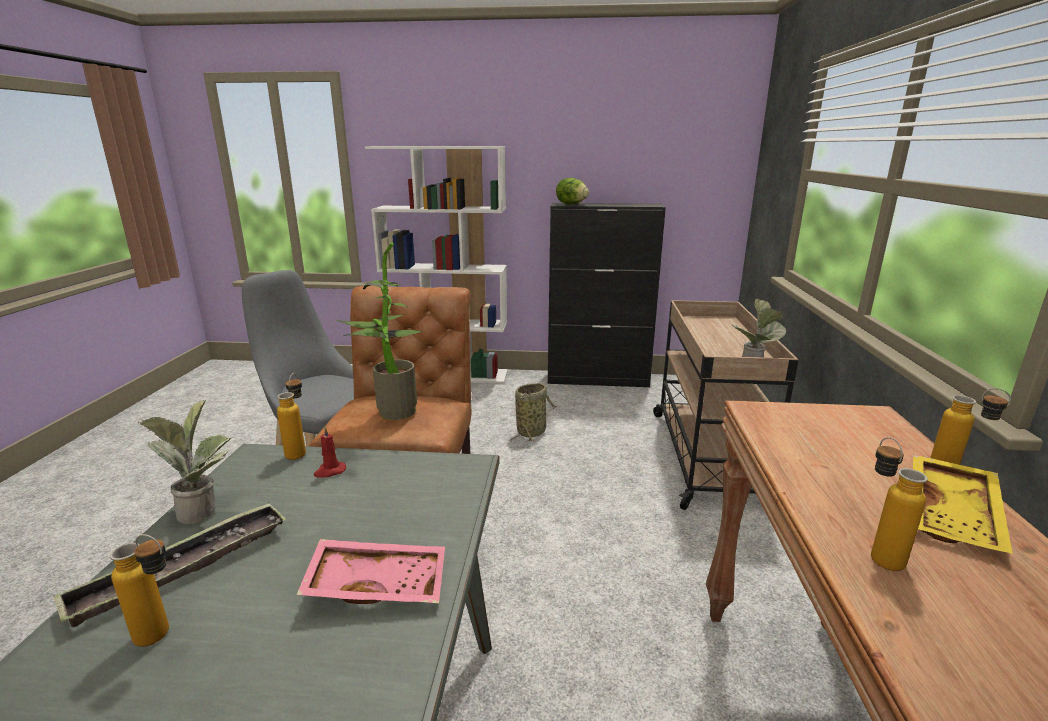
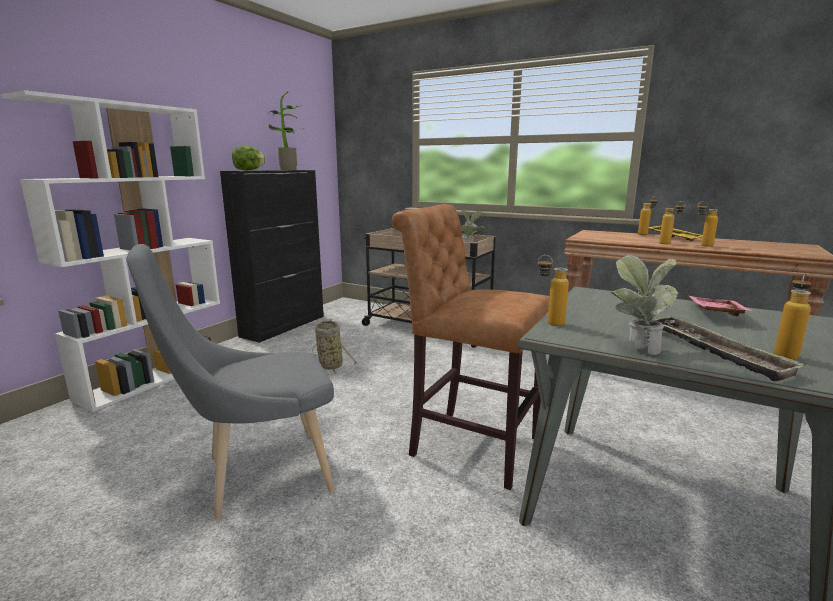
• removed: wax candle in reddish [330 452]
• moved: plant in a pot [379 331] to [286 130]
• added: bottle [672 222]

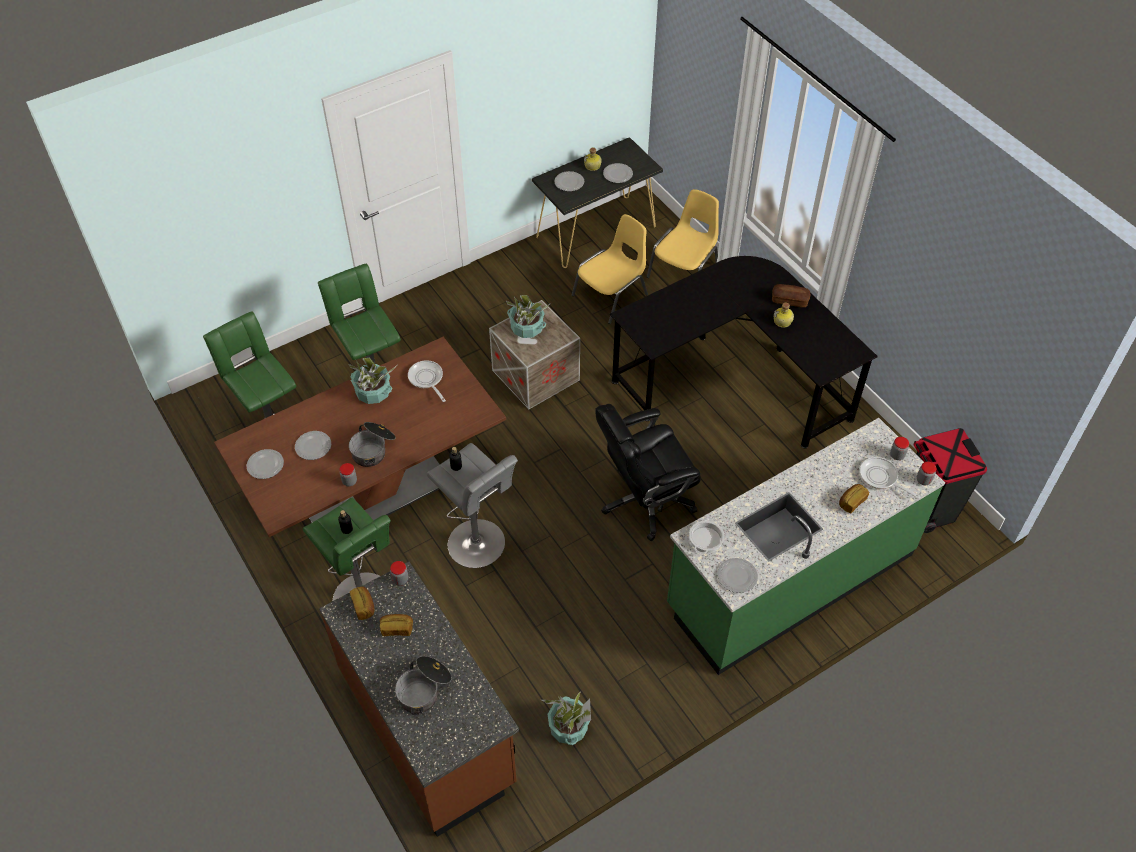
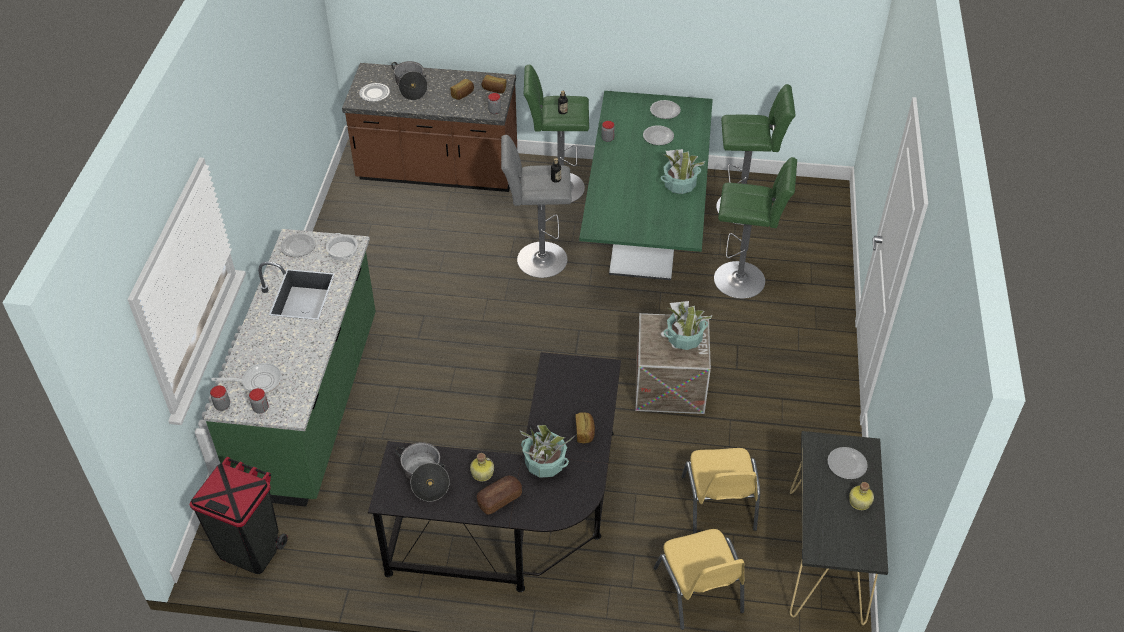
• recoloured: kitchen table in brownish [360 437] to kitchen table in green-coloured [646 185]
• moved: cooking pot [372 444] to [423 472]
• removed: skillet [427 381]
• moved: plant in a pot [566 718] to [546 451]
• removed: office chair in blackish [648 472]
• moved: plate [618 173] to [374 92]
• moved: baked bread [854 499] to [585 427]

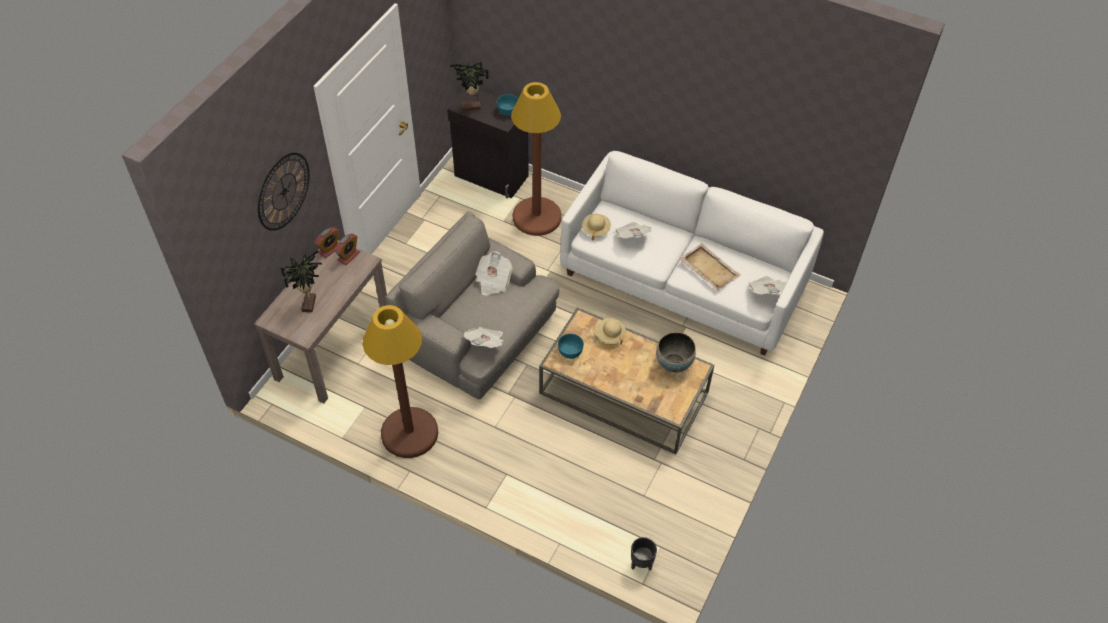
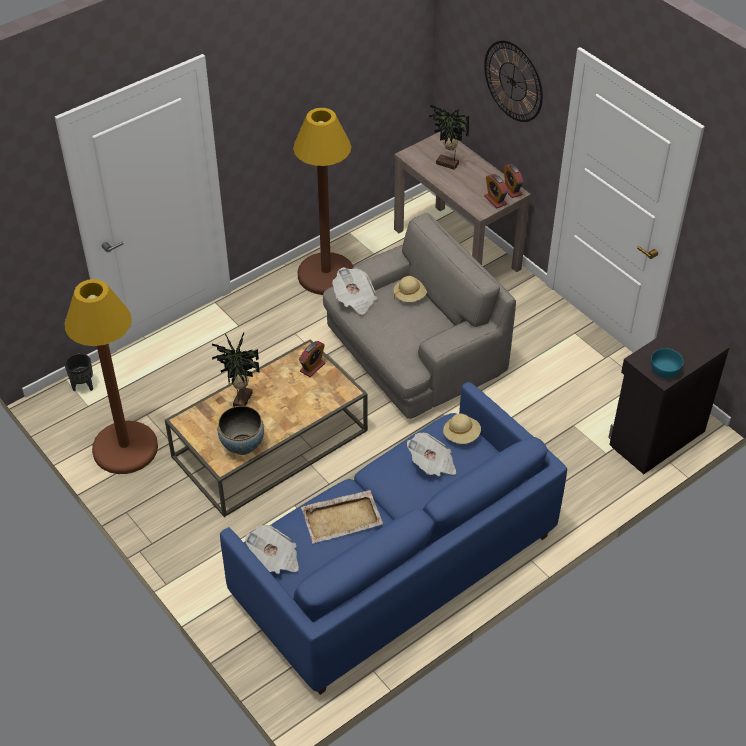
• moved: plant in a pot [469 85] to [236 370]
• removed: daily paper [494 273]
• moved: standard lamp in brownish [536 159] to [111 376]
• replaced: bowl in turquoise [571 346] to bedside clock [312 359]
• recoloured: settee in whitish [692 253] to settee in bluish [393 538]
• moved: clothing hat in sand-coloured [610 331] to [410 289]

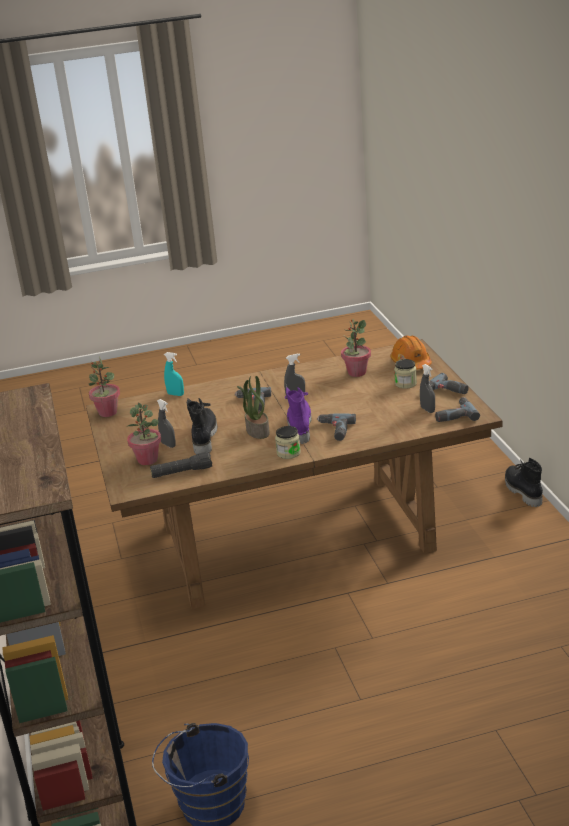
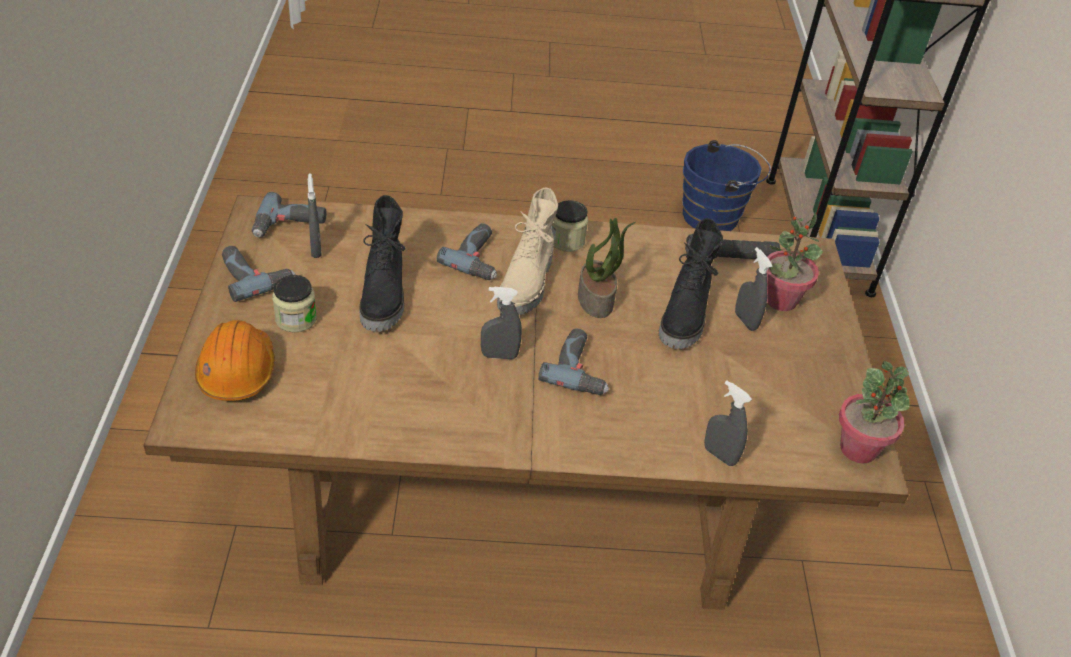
• recoloured: sprayer in turquoise [174 374] to sprayer in gray [728 423]
• recoloured: boot in purplish [298 415] to boot in sand-coloured [527 251]
• removed: plant in a pot [356 348]
• moved: boot in blackish [524 482] to [382 263]

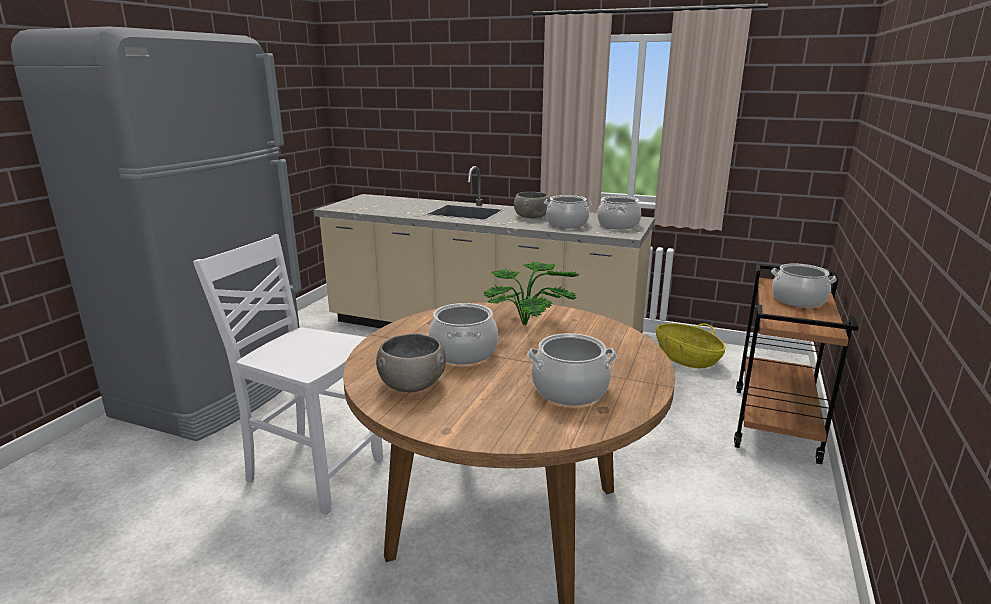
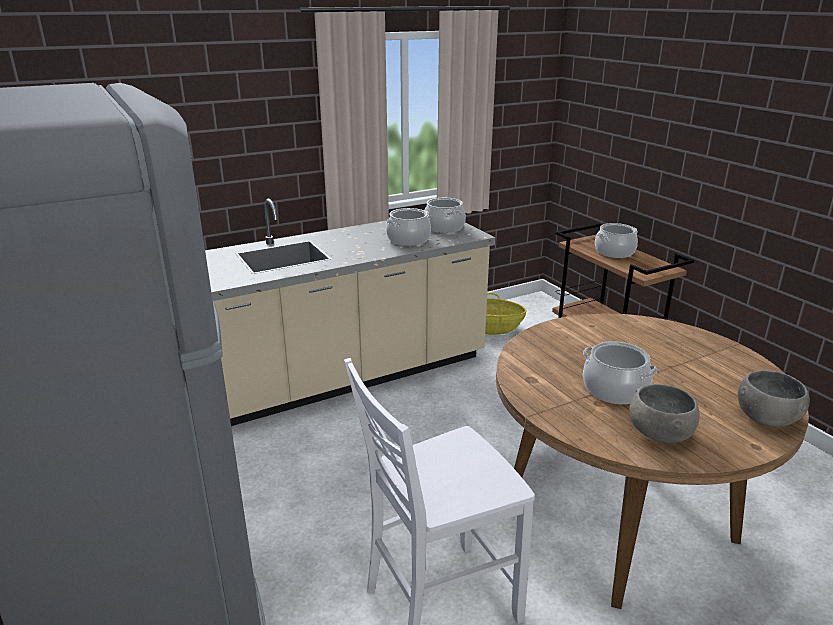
• removed: plant in a pot [531 293]
• moved: bowl in gray [532 205] to [774 398]
• removed: cooking pot [572 369]

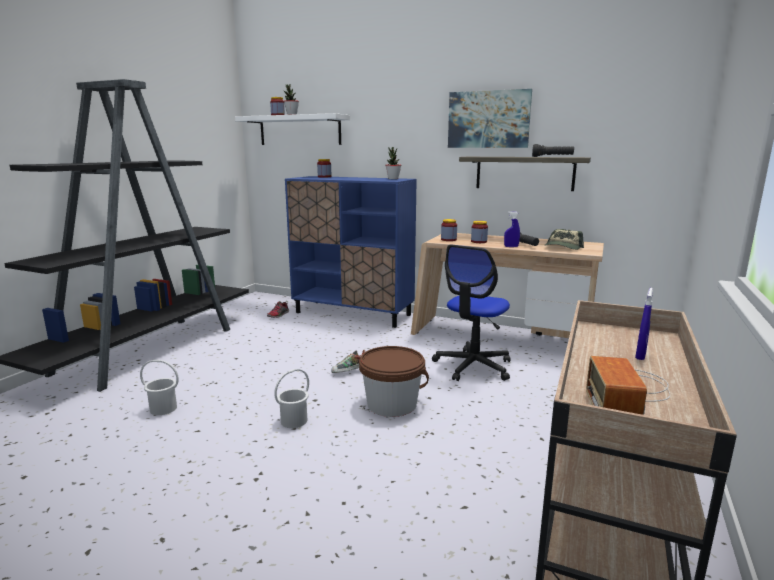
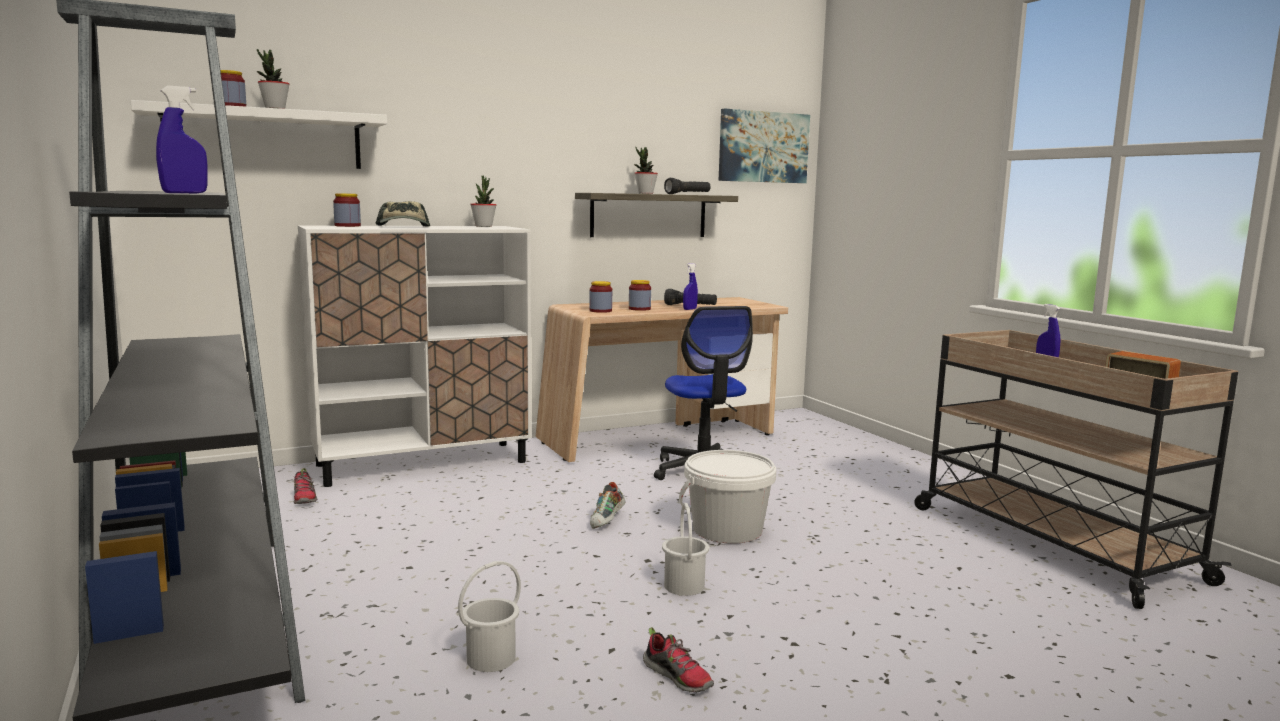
• recoloured: cabinet in bluish [351 252] to cabinet in whitish [414 356]
• recoloured: bucket in brownish [394 381] to bucket in whitish [727 497]
• moved: wall picture [490 118] to [764 145]
• moved: baseball cap [564 239] to [403 214]
• added: sprayer in bluish [182 139]
• added: plant in a pot [646 170]
• added: shoe [678 660]

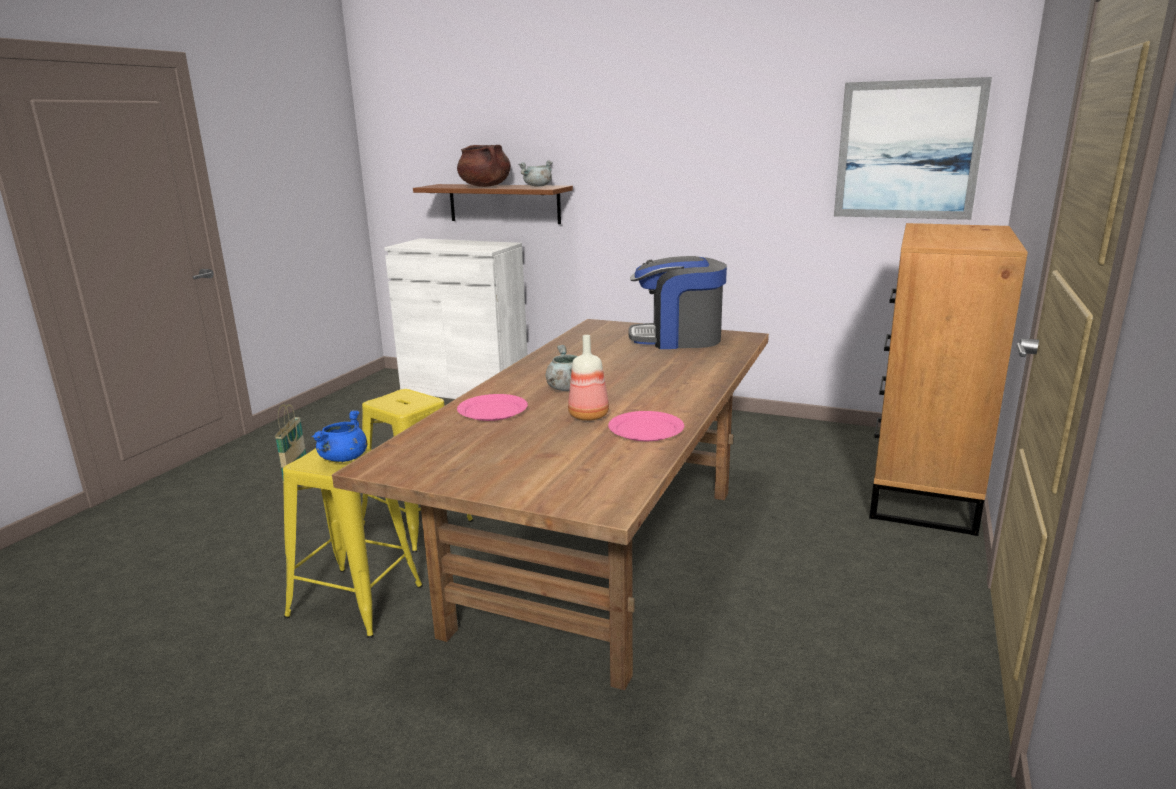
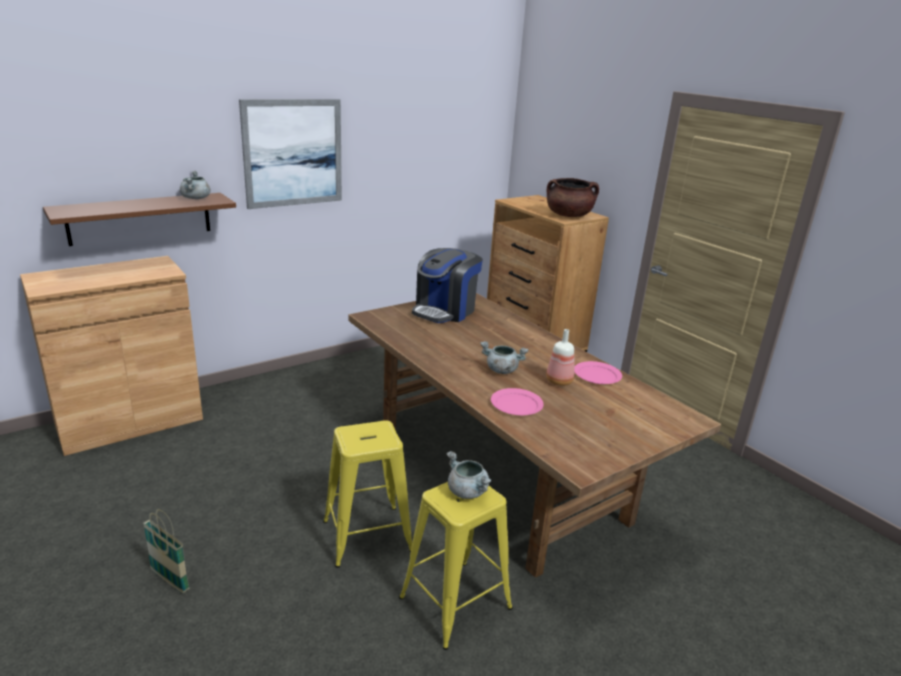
• recoloured: cooking pot in bluish [339 436] to cooking pot in gray [469 475]
• recoloured: cabinet in whitish [456 318] to cabinet in brownish [111 356]
• moved: cooking pot in brownish [484 166] to [573 197]
• moved: wall picture [913 148] to [290 154]

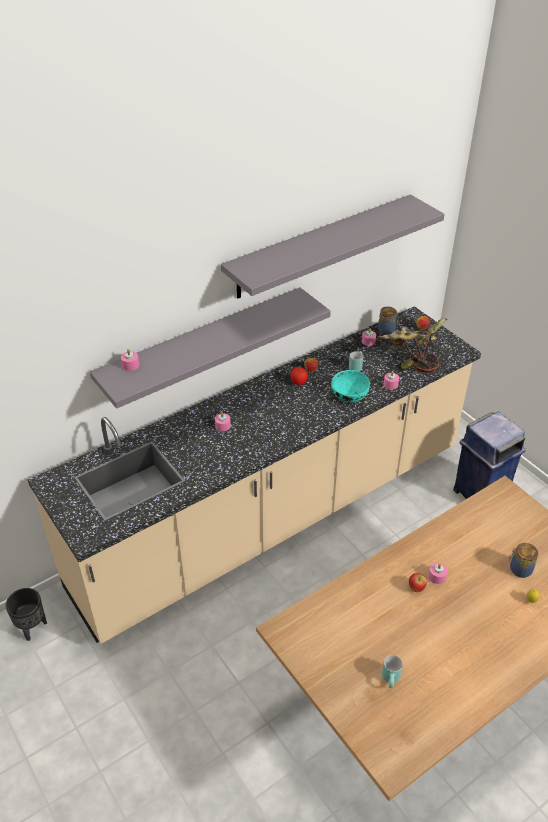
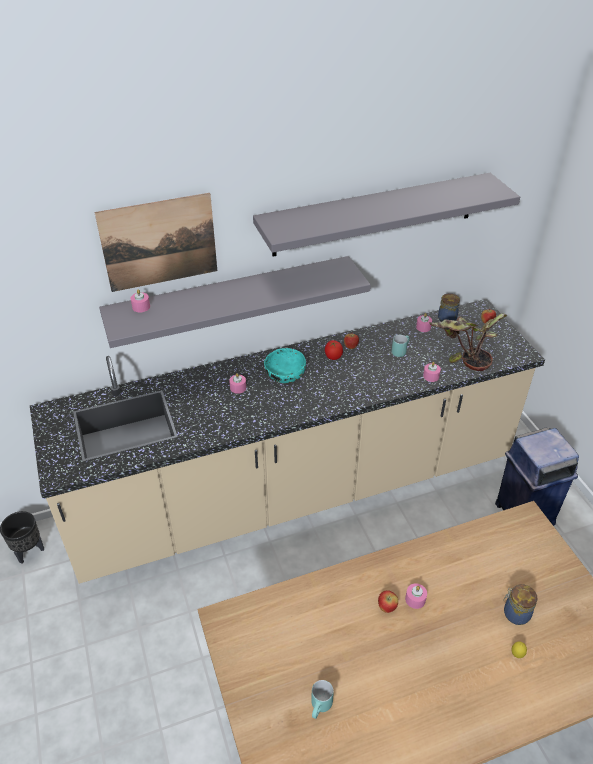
• moved: bowl in turquoise [350 386] to [285 365]
• added: wall picture [155 242]

